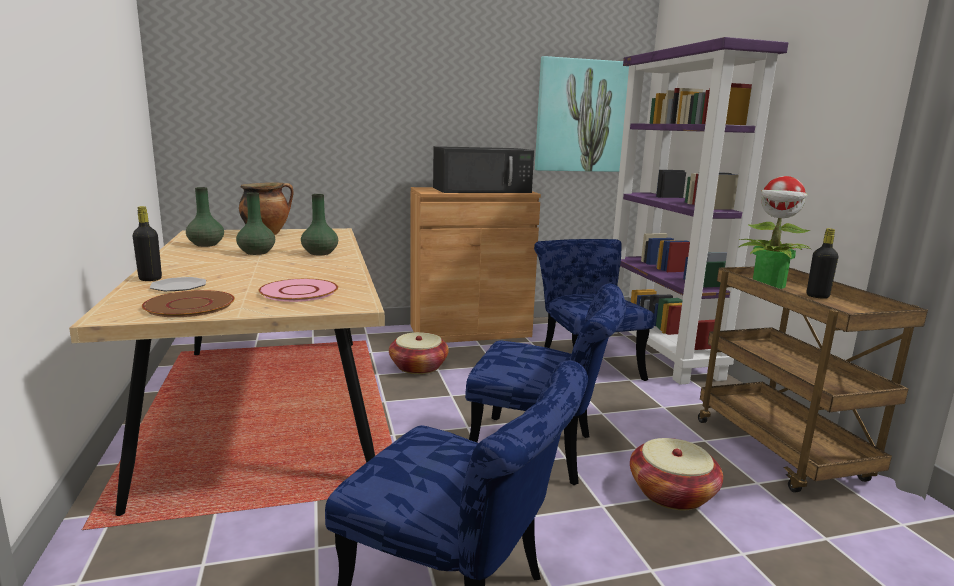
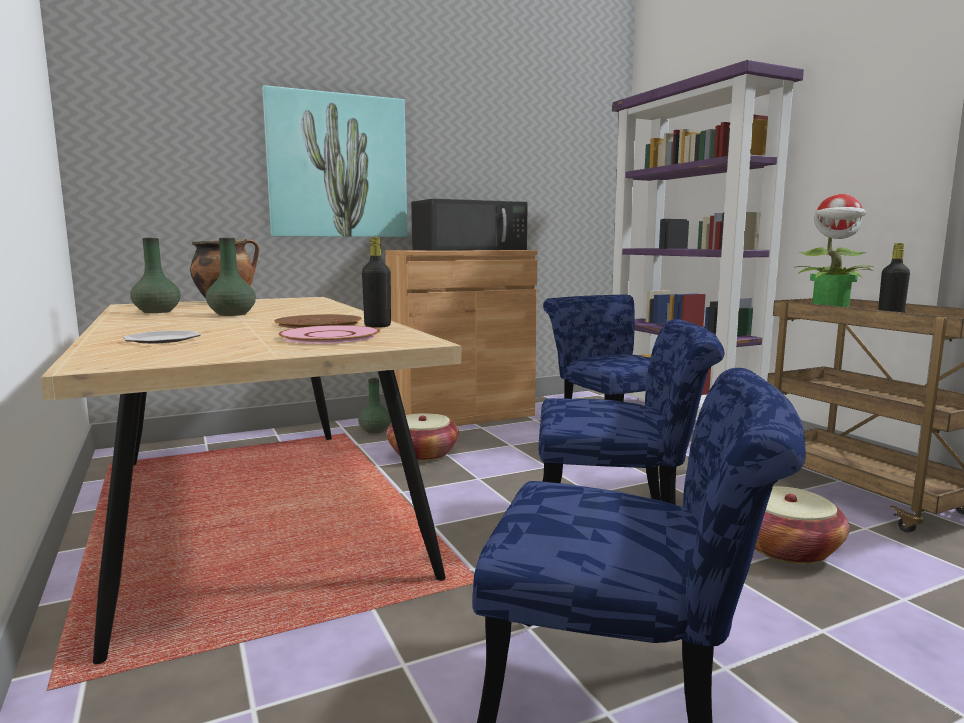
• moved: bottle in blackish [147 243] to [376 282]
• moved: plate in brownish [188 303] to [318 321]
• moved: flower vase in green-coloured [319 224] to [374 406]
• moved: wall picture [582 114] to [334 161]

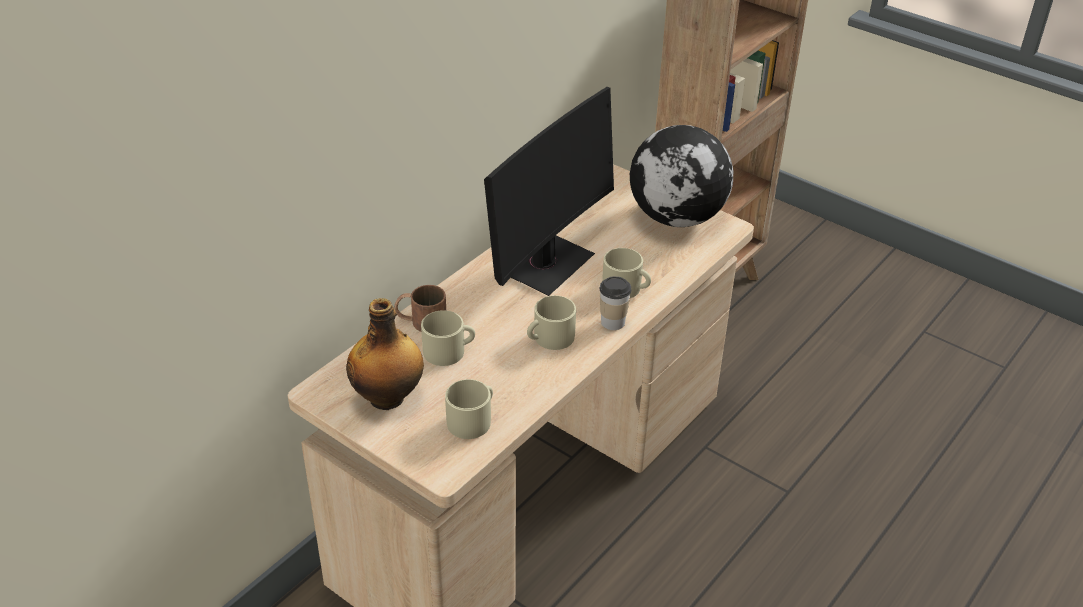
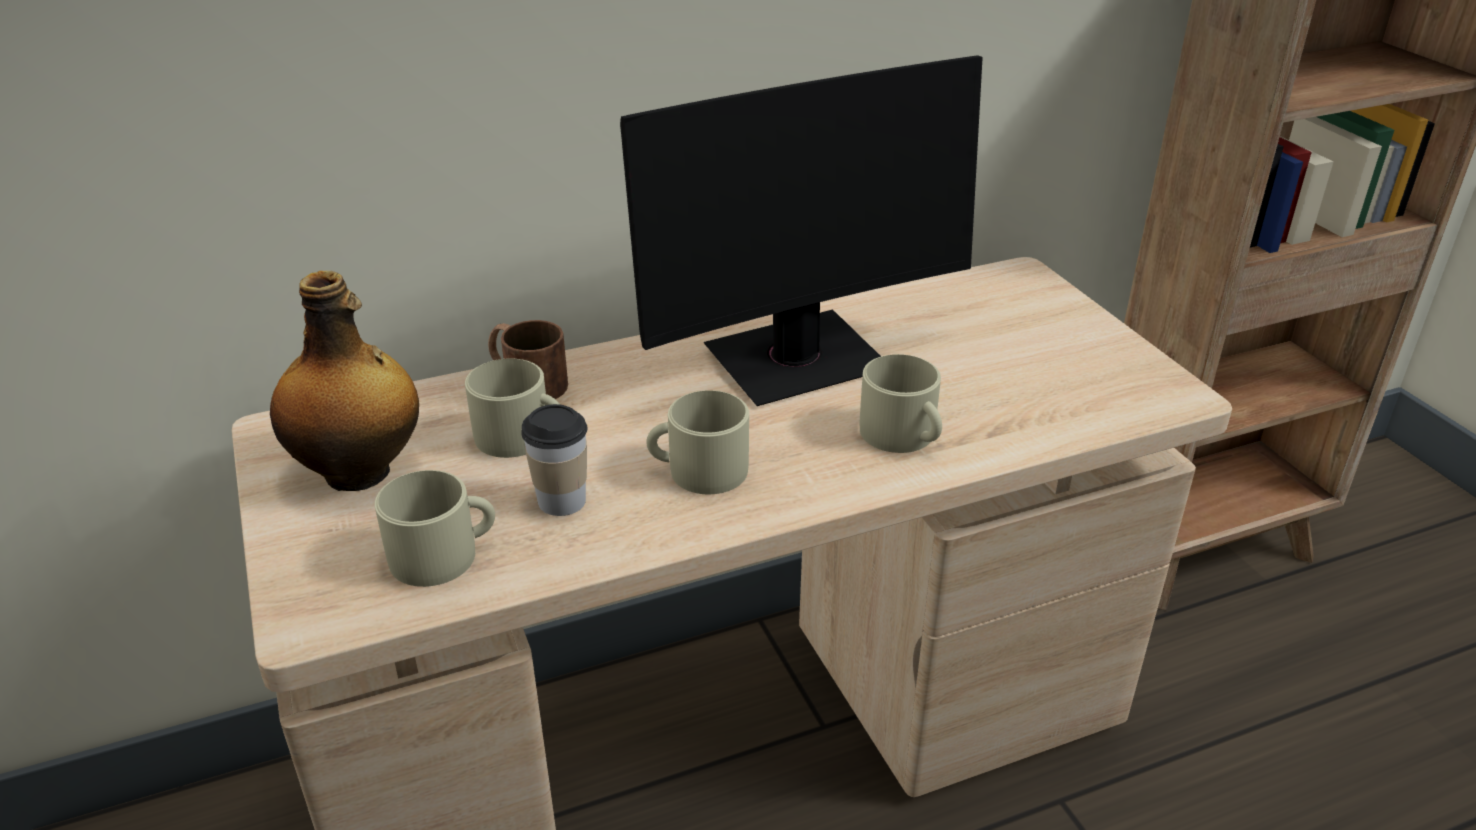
• moved: drinking cup [615 303] to [554 460]
• removed: globe [681 176]

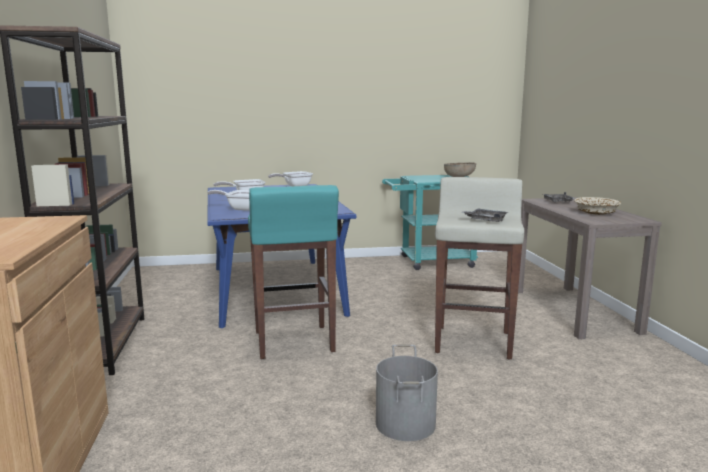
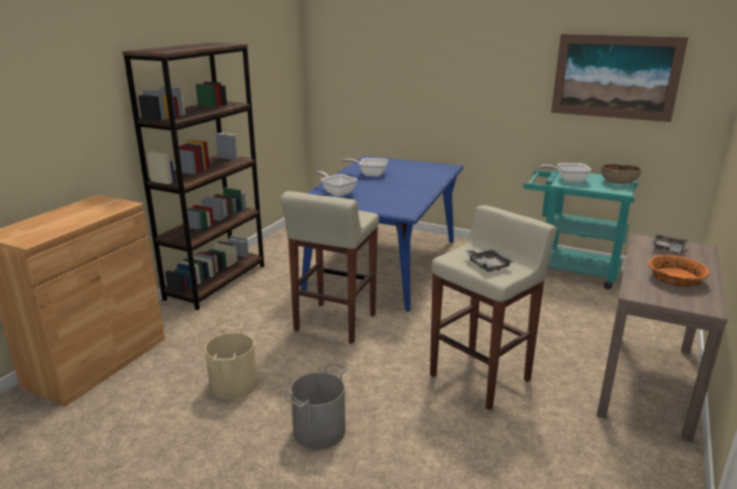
• recoloured: stool in turquoise [293 272] to stool in sand-coloured [330 267]
• moved: skillet [290 178] to [564 173]
• recoloured: bowl in sand-coloured [597 206] to bowl in orangey [679 271]
• added: bucket in sand-coloured [231 361]
• added: wall picture [619 78]

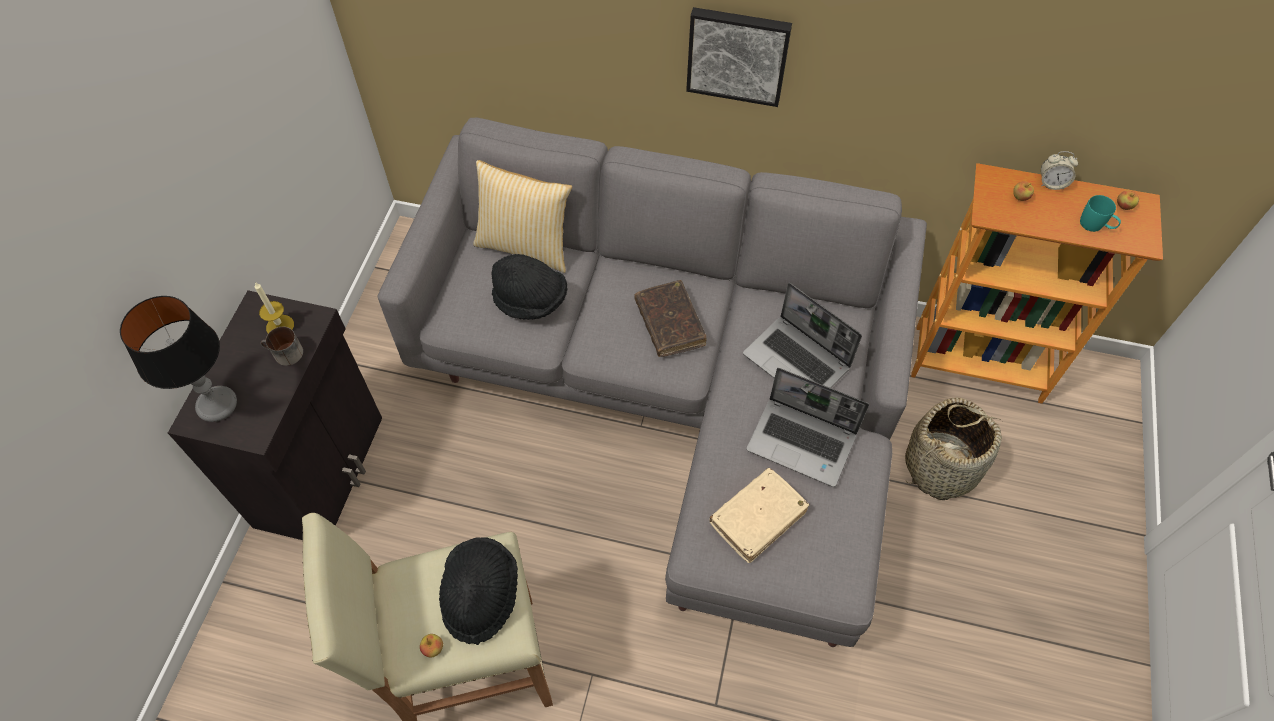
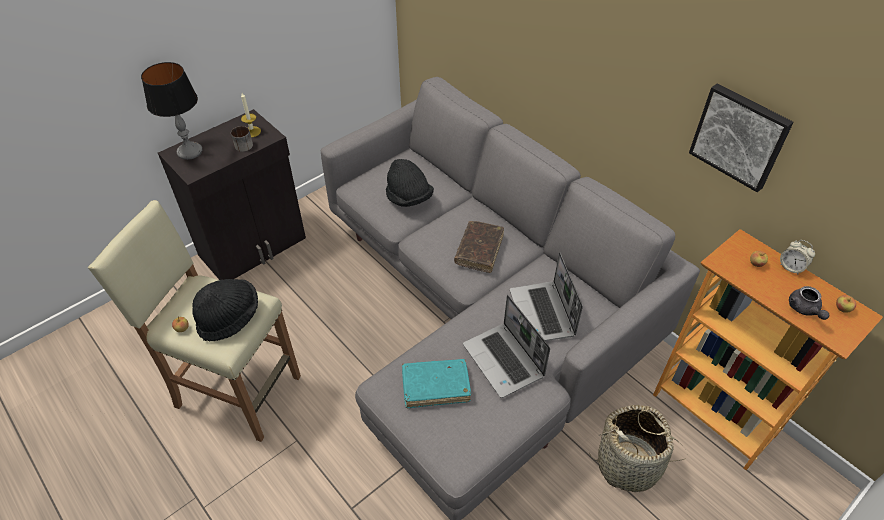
• removed: throw pillow [522 216]
• moved: wall picture [739 57] to [741 138]
• recoloured: bound book in sand-coloured [759 515] to bound book in turquoise [436 383]
• replaced: mug in turquoise [1100 213] to tea pot in gray [809 303]

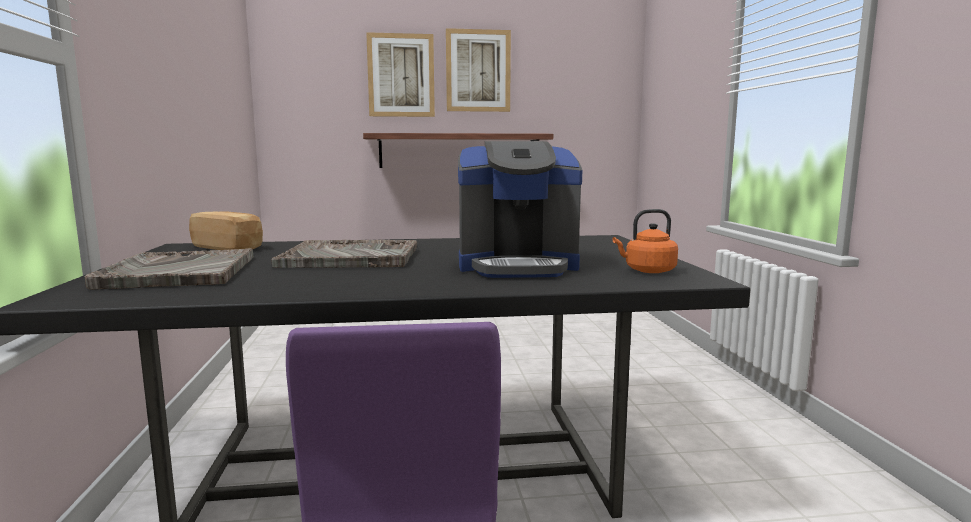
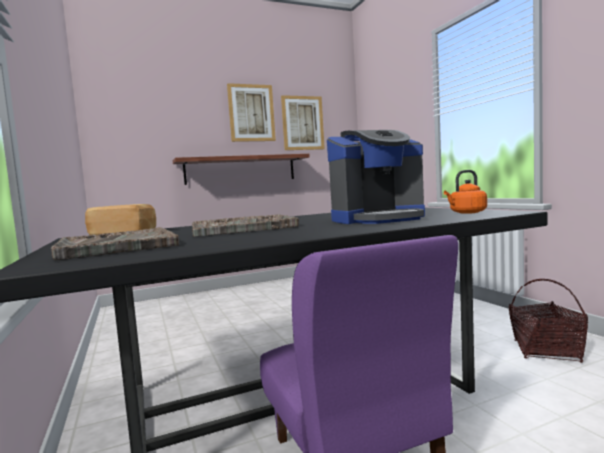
• moved: wall picture [400 74] to [303 122]
• added: storage basket [548 321]

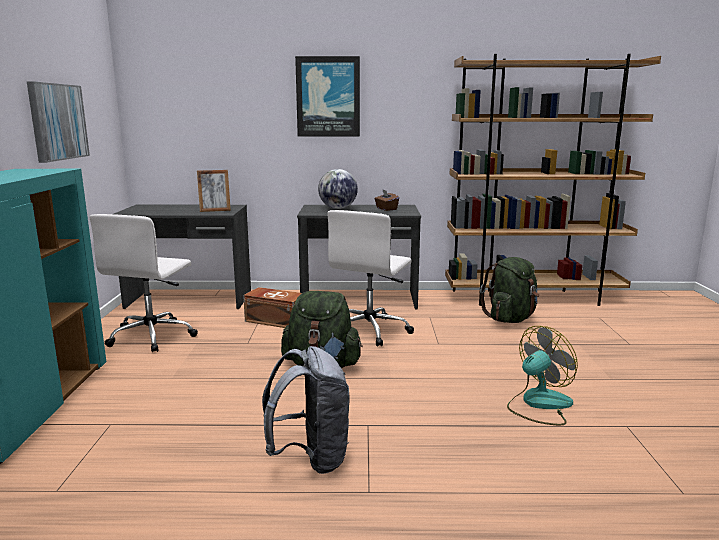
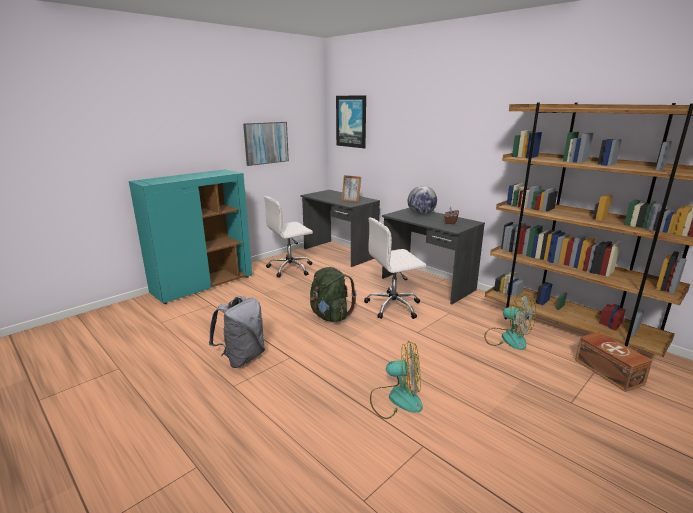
• moved: storage container in brownish [272 307] to [614 362]
• moved: wall picture [327 96] to [351 121]
• replaced: knapsack in green-coloured [509 290] to fan [510 322]

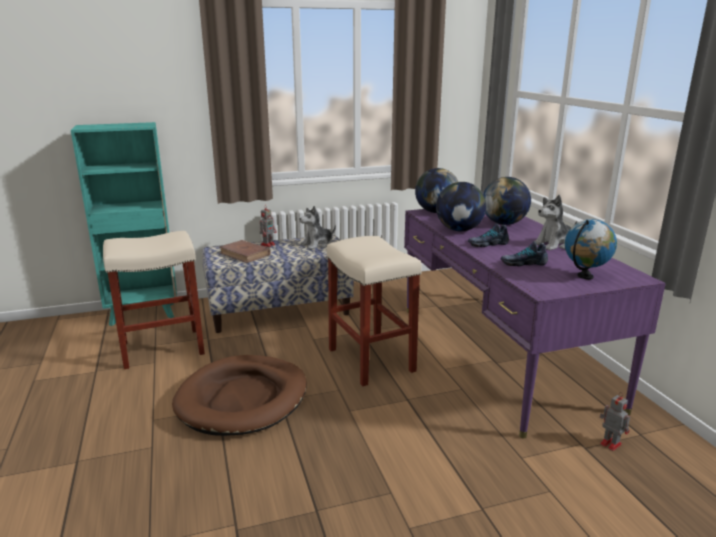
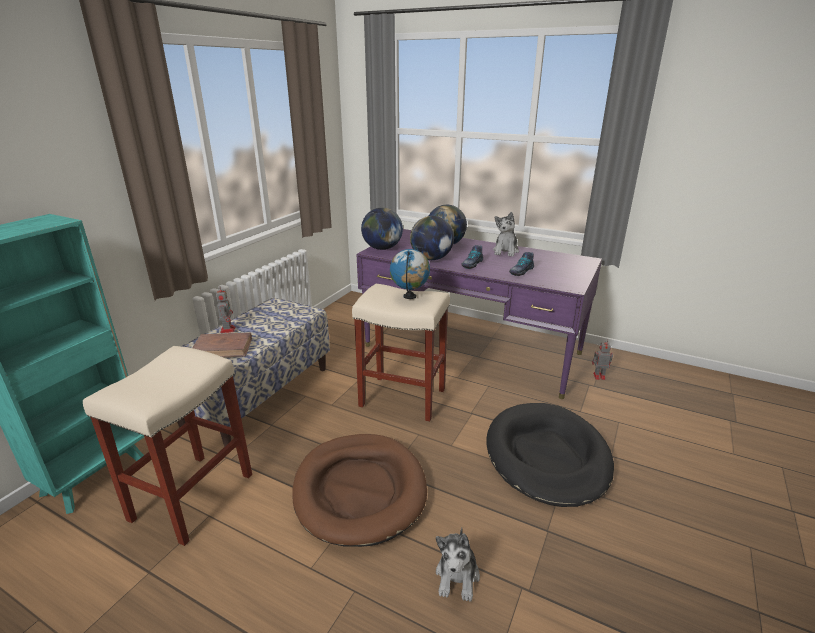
• moved: soft toy [318 227] to [458 565]
• moved: globe [591 249] to [410 274]
• added: pet bed in blackish [550 455]

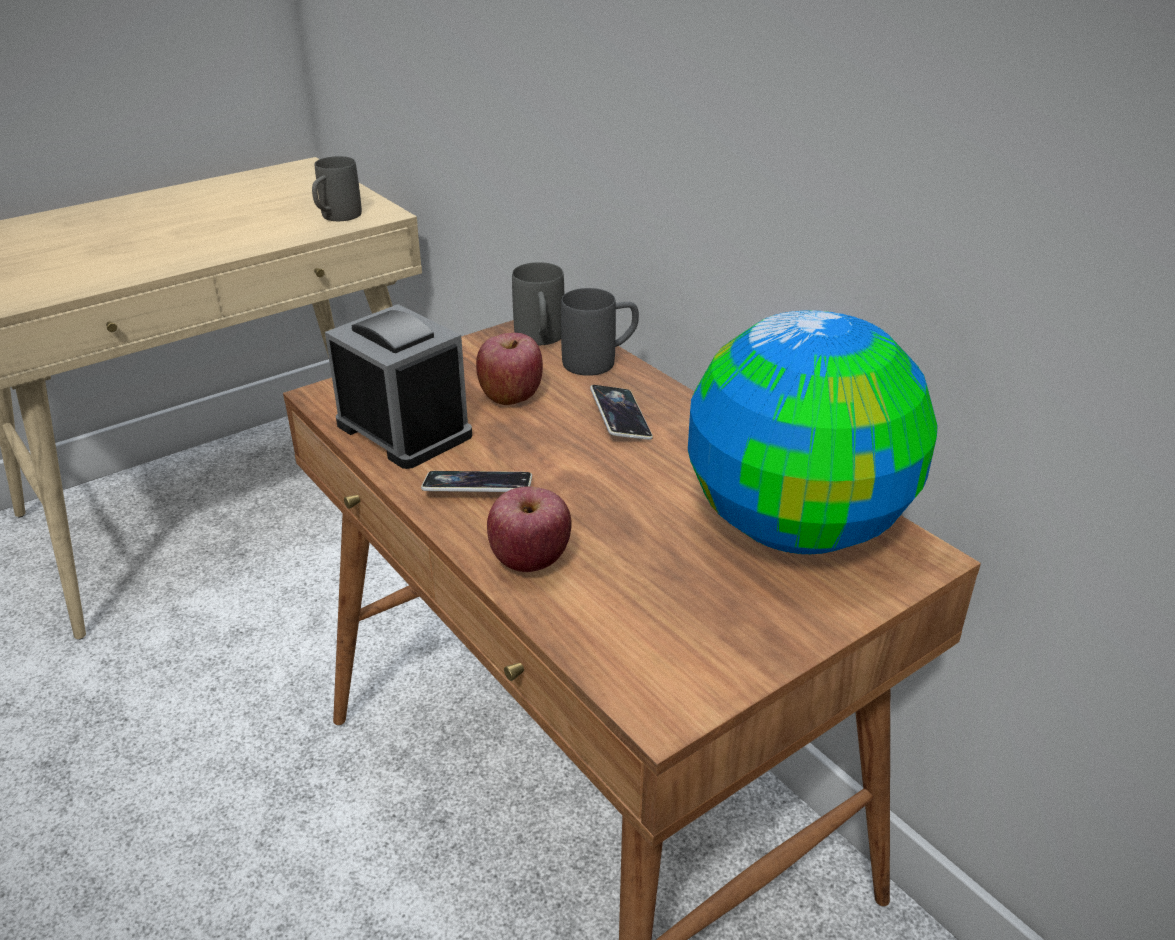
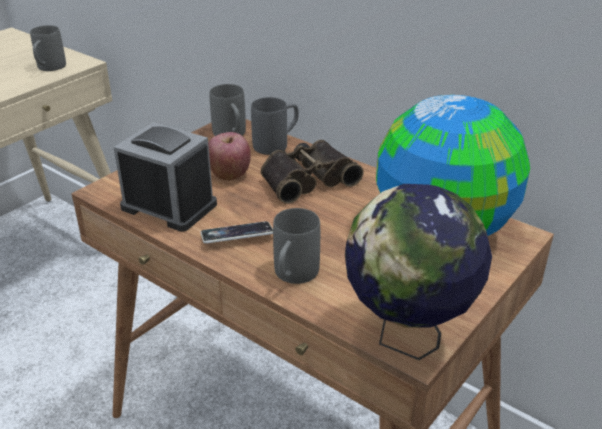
• replaced: apple [529 529] to mug in gray [296 246]
• replaced: telephone [621 412] to field glasses [312 172]
• added: globe [418 272]

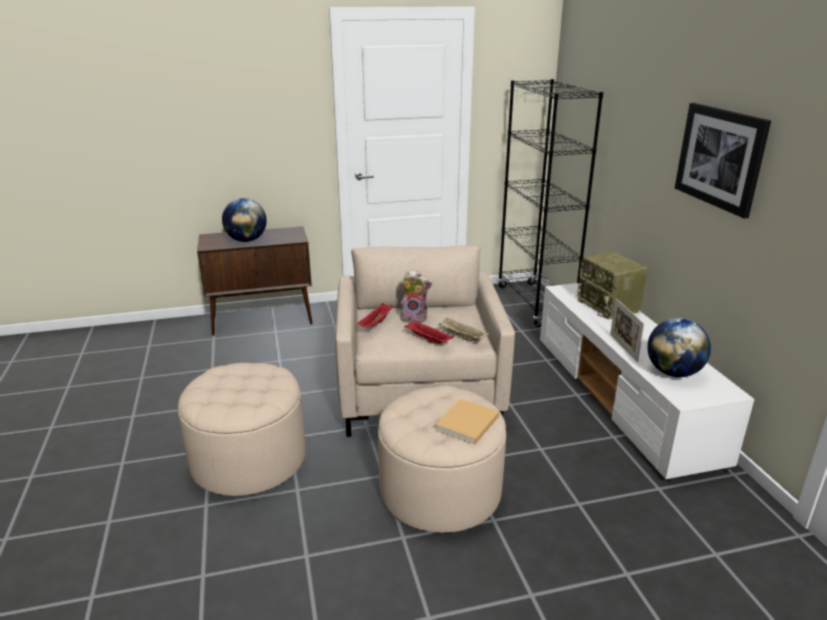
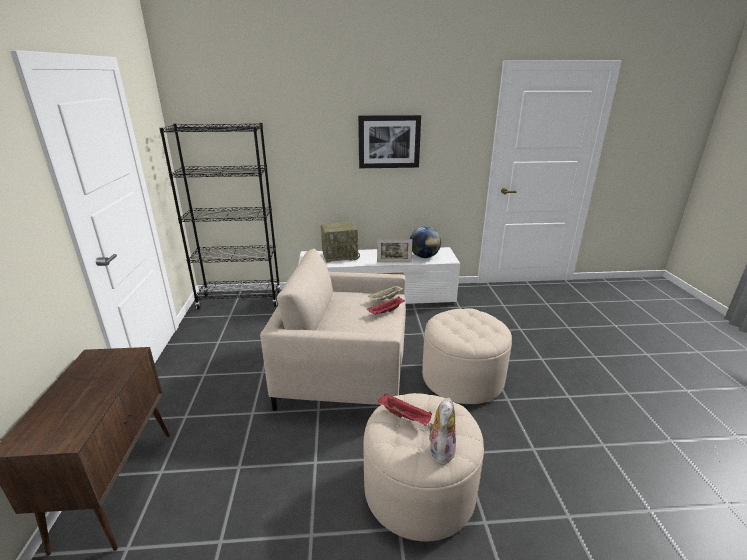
• removed: globe [244 220]
• moved: serving tray in reddish [375 315] to [405 409]
• moved: soft toy [416 296] to [442 431]
• removed: bound book in sand-coloured [467 421]

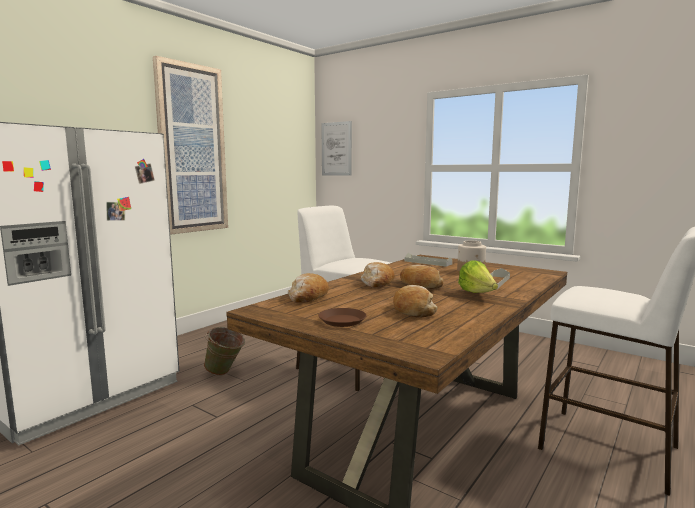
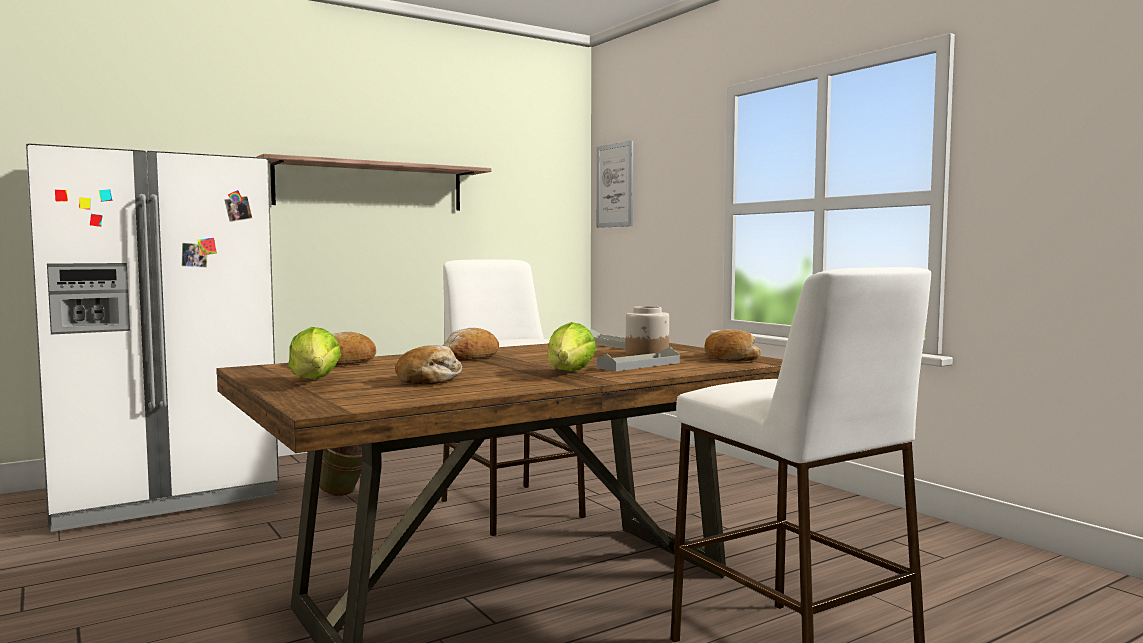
• replaced: wall picture [190 145] to bracket shelf [374 182]
• replaced: plate in brownish [342 317] to lettuce head [314 353]
• moved: baked bread [421 277] to [732 345]

